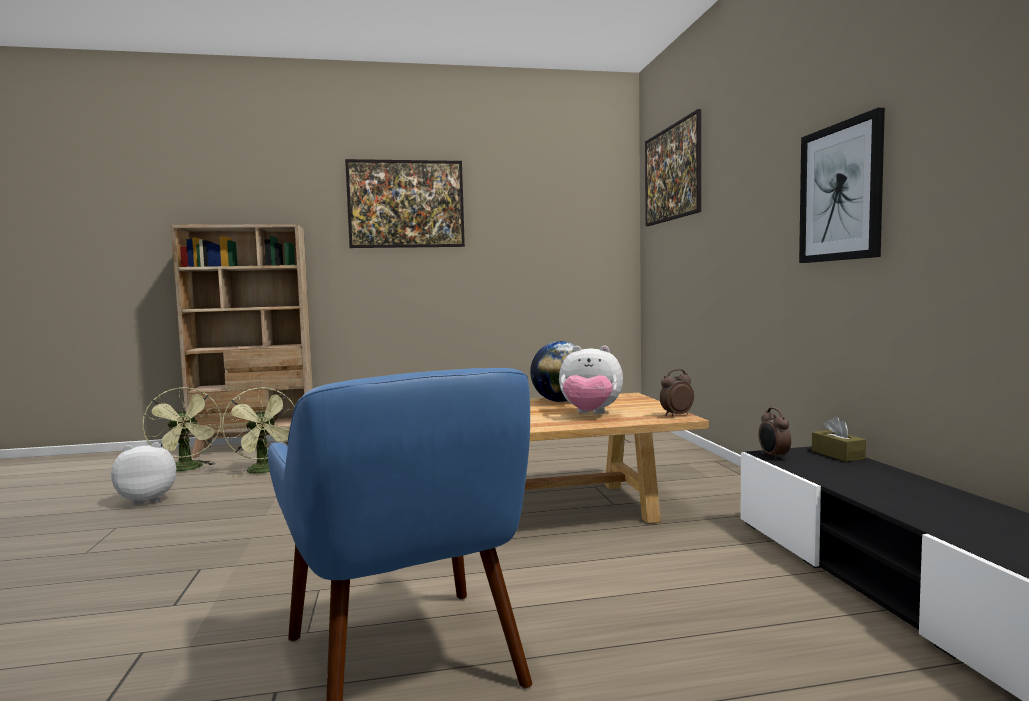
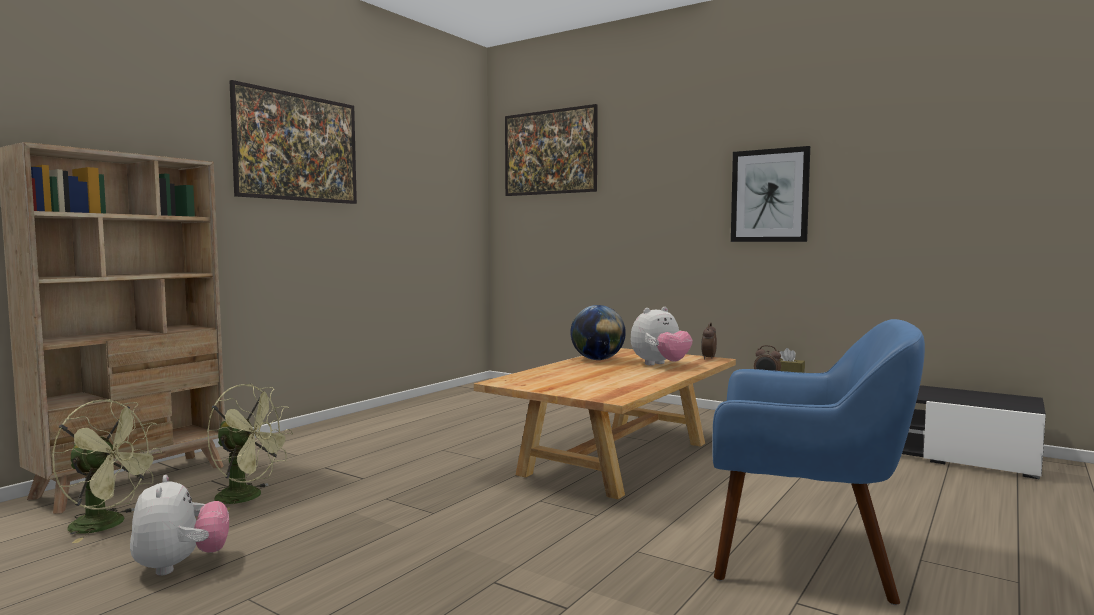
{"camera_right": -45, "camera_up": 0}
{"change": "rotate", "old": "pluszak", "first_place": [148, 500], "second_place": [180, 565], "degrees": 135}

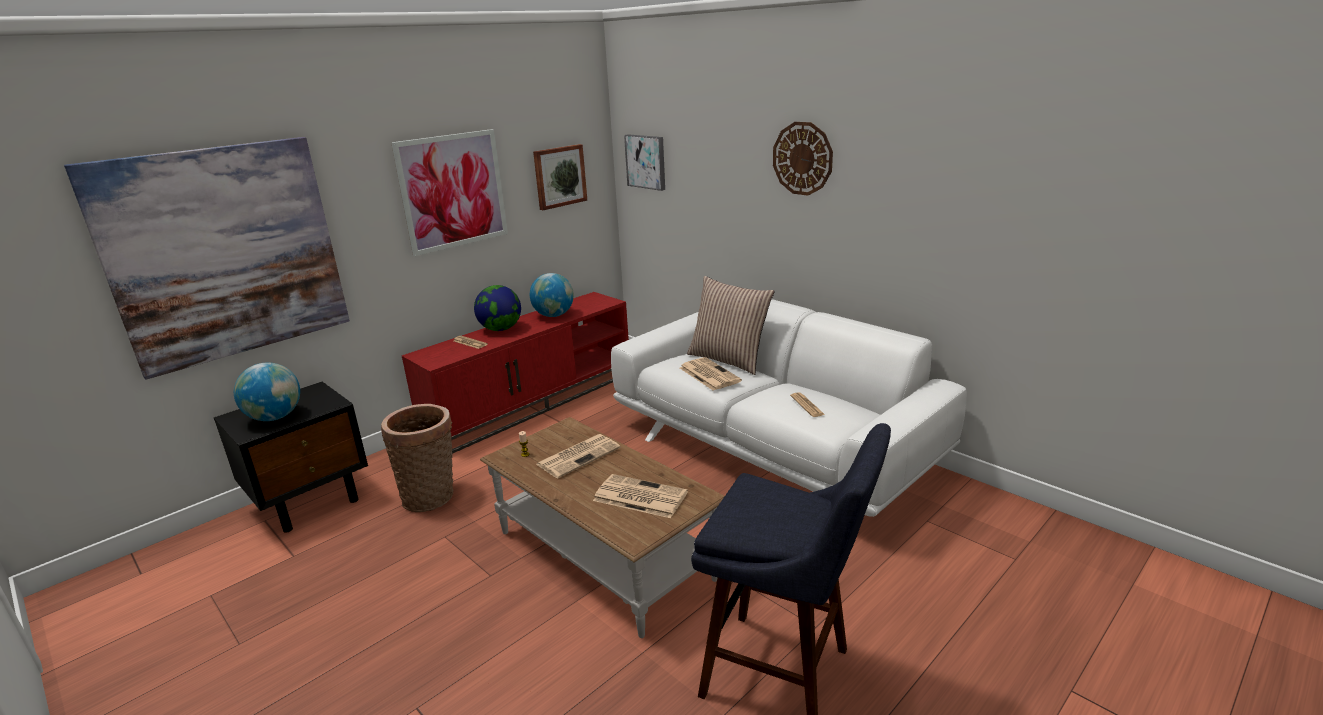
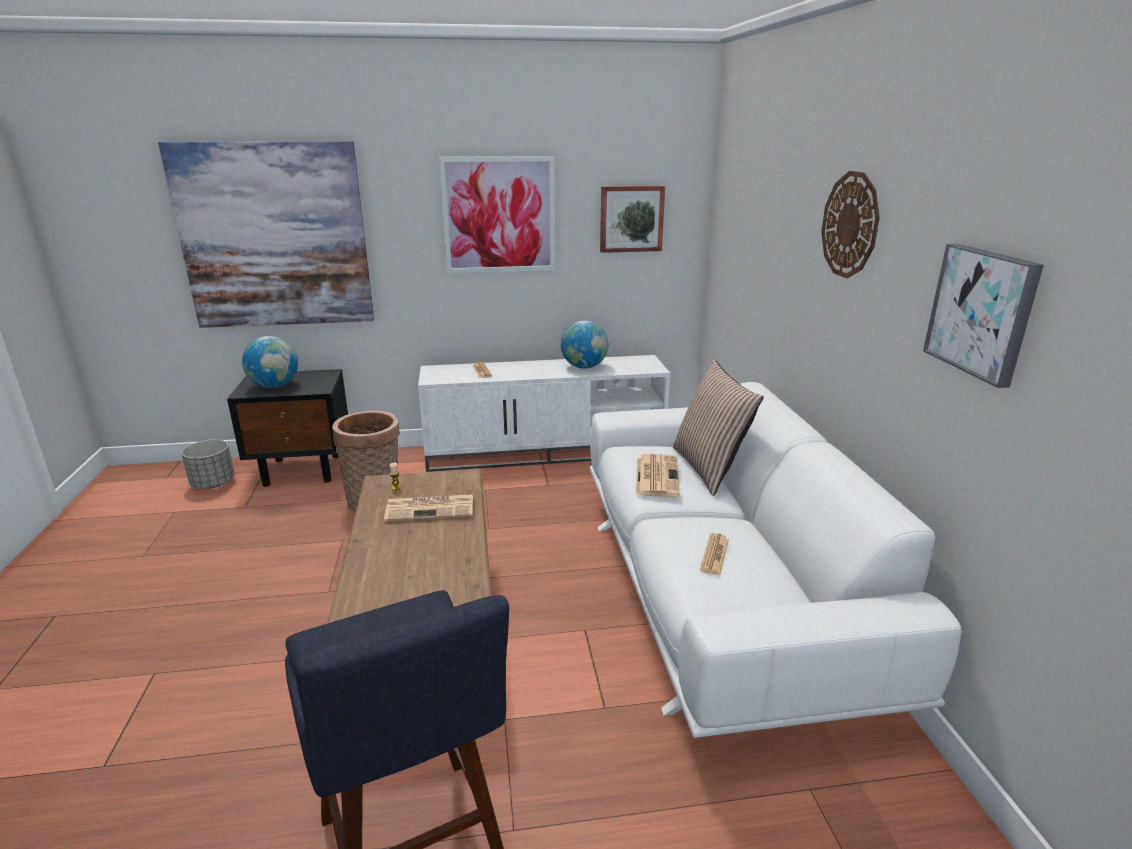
{"camera_right": 35, "camera_up": 0}
{"change": "insert", "new": "donica (szary)", "second_place": [213, 484]}
{"change": "recolor", "old": "szafka pod telewizor (czerwony)", "new": "szafka pod telewizor (biały)", "first_place": [532, 402], "second_place": [546, 451]}
{"change": "move", "old": "obraz", "first_place": [646, 161], "second_place": [982, 312]}
{"change": "delete", "old": "globus", "first_place": [500, 329]}
{"change": "delete", "old": "gazeta", "first_place": [638, 497]}

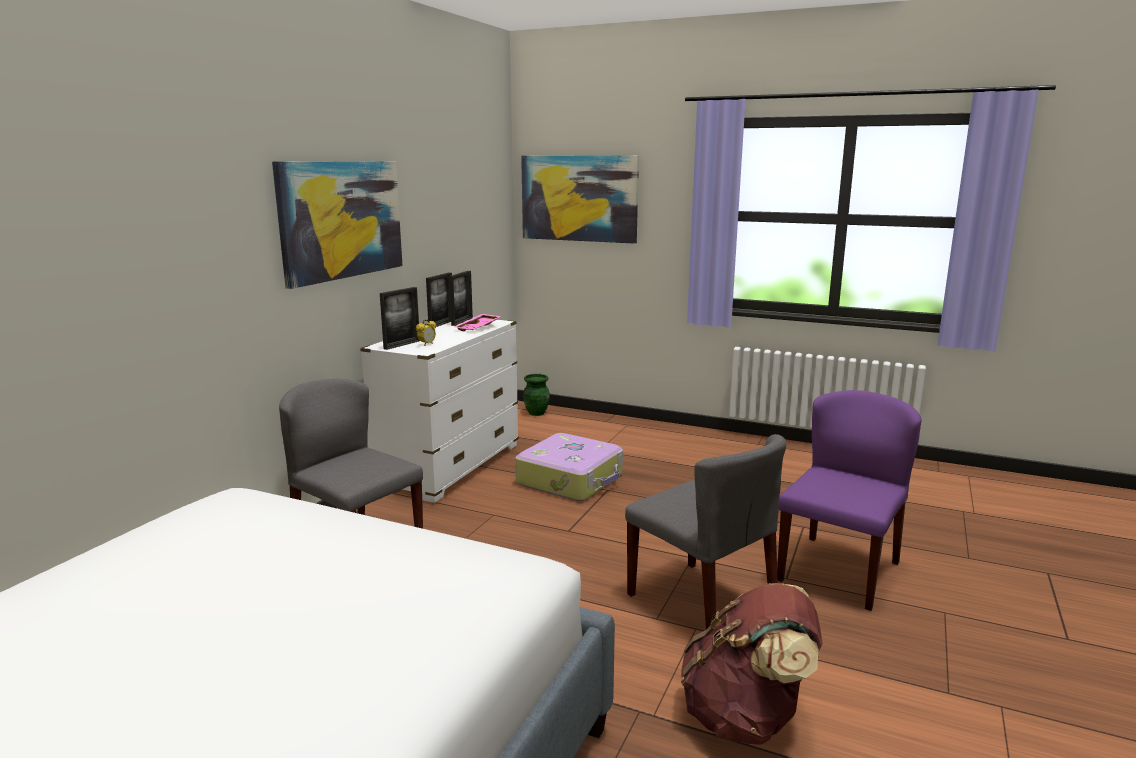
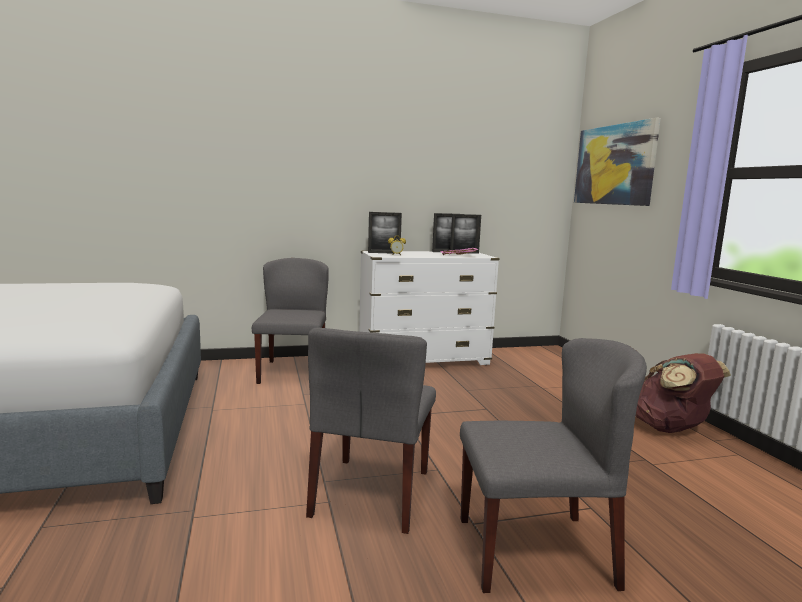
{"camera_right": 50, "camera_up": -5}
{"change": "recolor", "old": "krzesło (fioletowy)", "new": "krzesło (szary)", "first_place": [838, 570], "second_place": [536, 551]}
{"change": "move", "old": "plecak (brązowy)", "first_place": [746, 717], "second_place": [670, 429]}
{"change": "delete", "old": "obraz", "first_place": [342, 219]}
{"change": "delete", "old": "walizka", "first_place": [571, 479]}
{"change": "delete", "old": "wazon (zielony)", "first_place": [536, 413]}

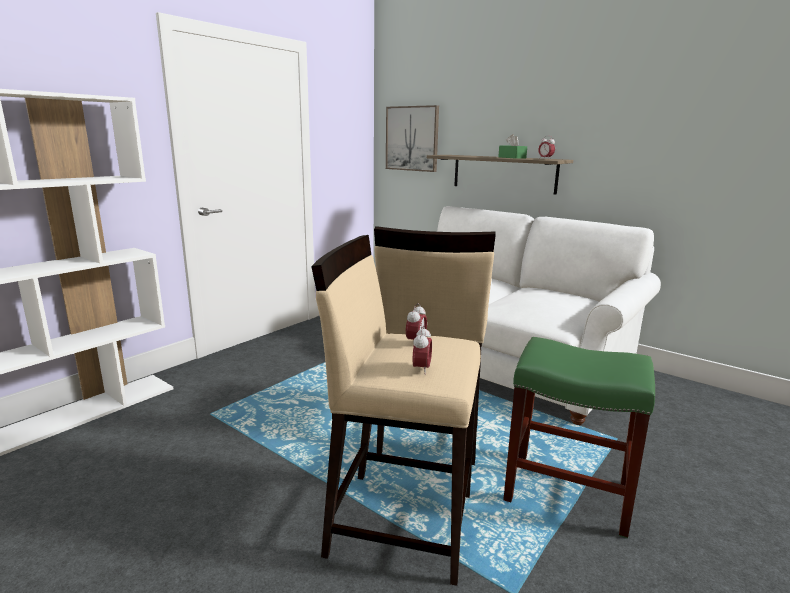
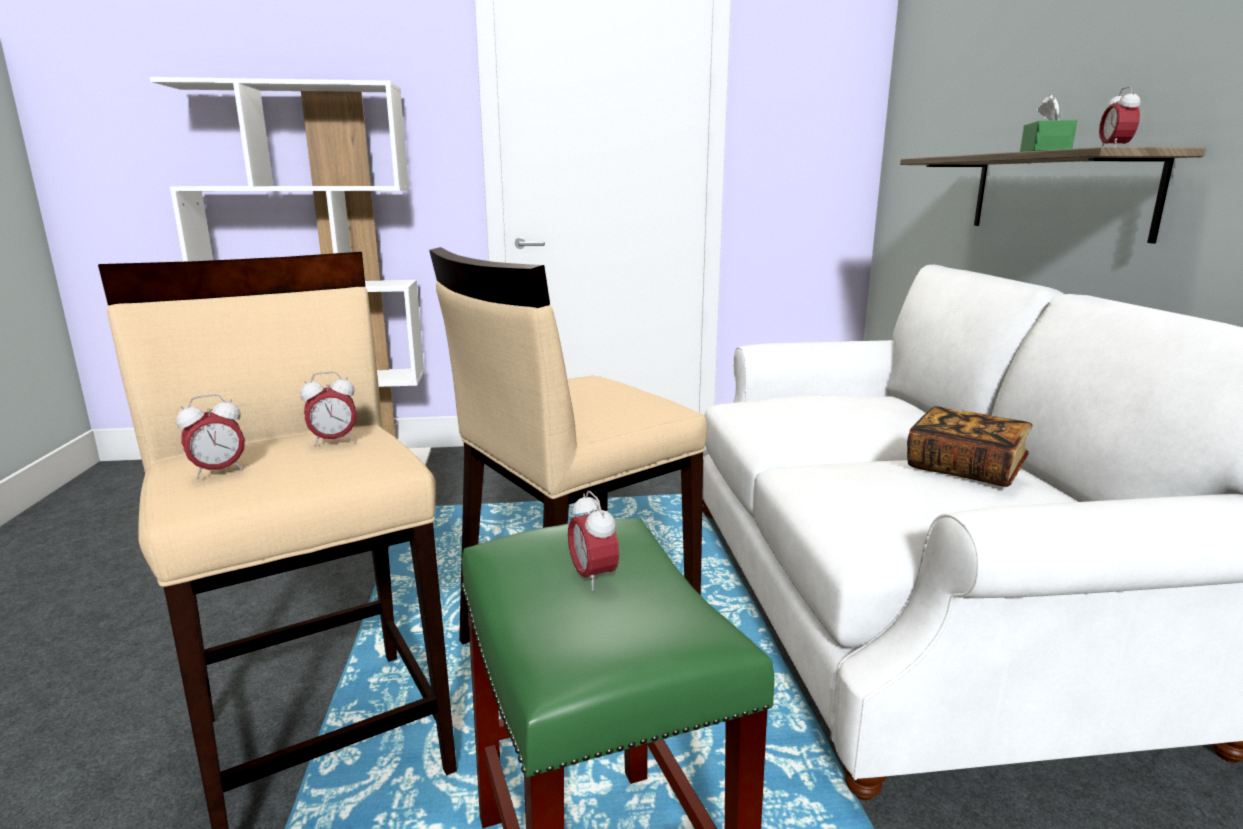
{"camera_right": 45, "camera_up": 0}
{"change": "insert", "new": "budzik", "second_place": [593, 577]}
{"change": "insert", "new": "książka", "second_place": [965, 468]}
{"change": "delete", "old": "obraz", "first_place": [412, 138]}

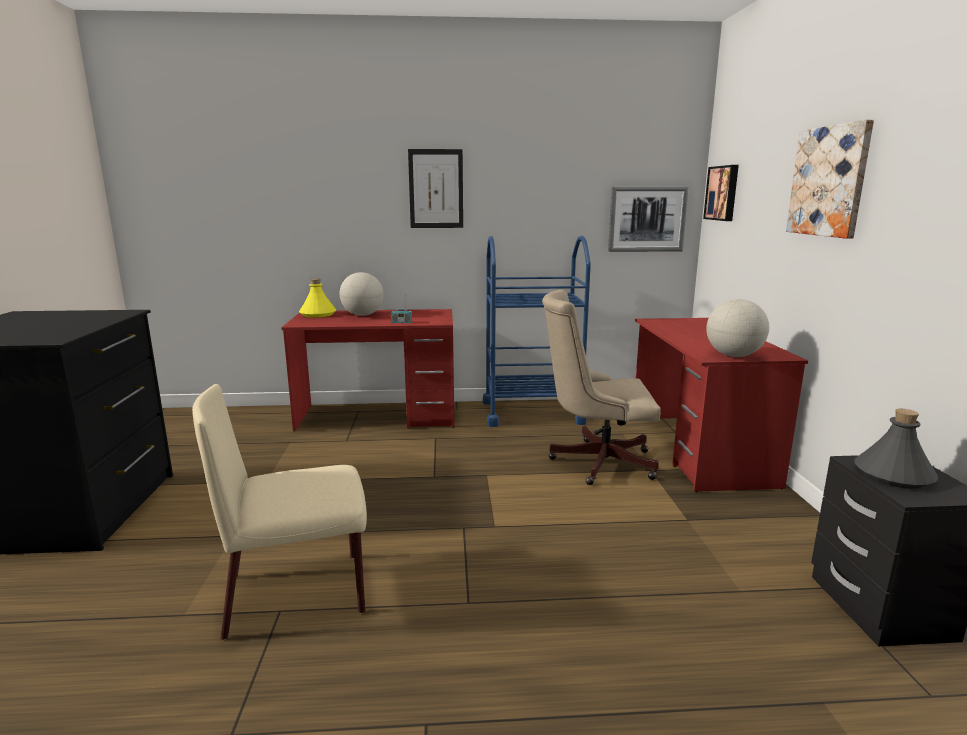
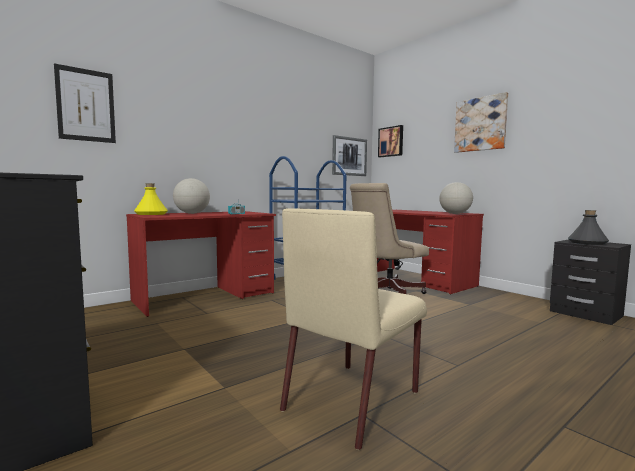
{"camera_right": -35, "camera_up": -10}
{"change": "move", "old": "obraz", "first_place": [436, 189], "second_place": [86, 105]}

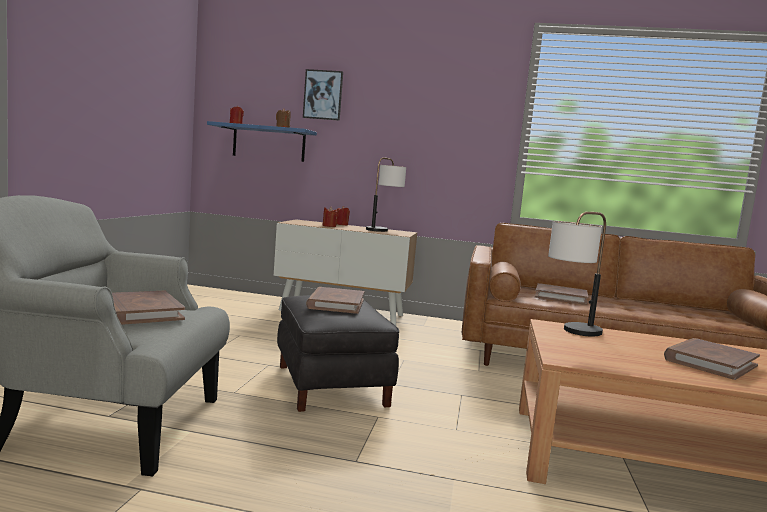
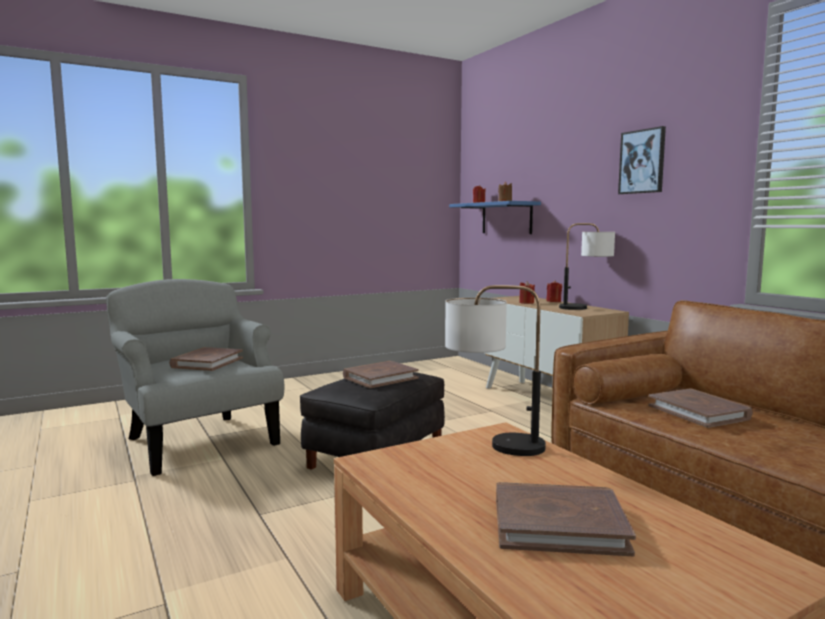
{"camera_right": 50, "camera_up": 0}
{"change": "move", "old": "obraz", "first_place": [323, 95], "second_place": [642, 161]}

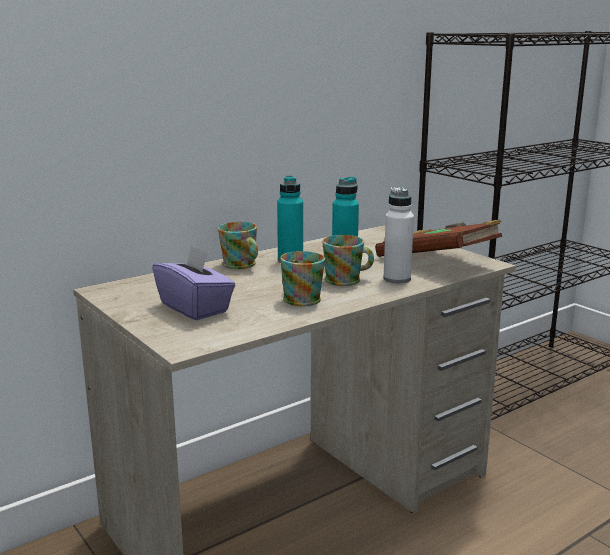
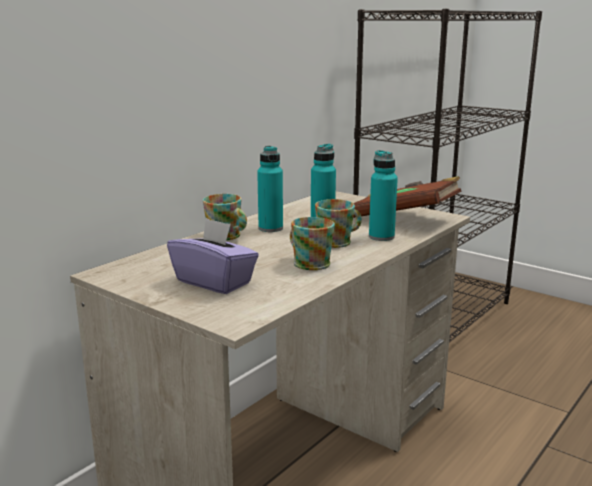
{"camera_right": -15, "camera_up": 0}
{"change": "recolor", "old": "butelka (biały)", "new": "butelka (turkusowy)", "first_place": [397, 279], "second_place": [381, 237]}

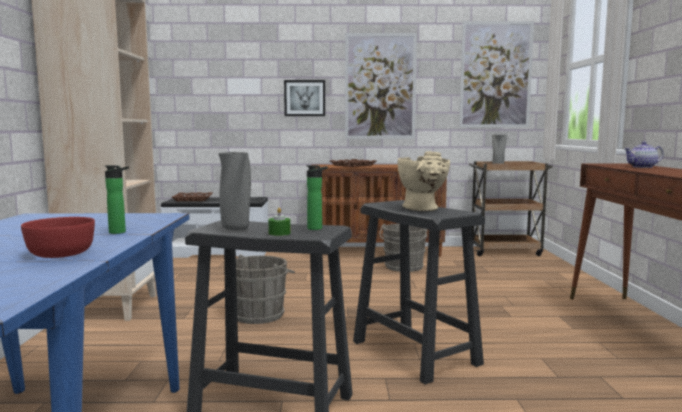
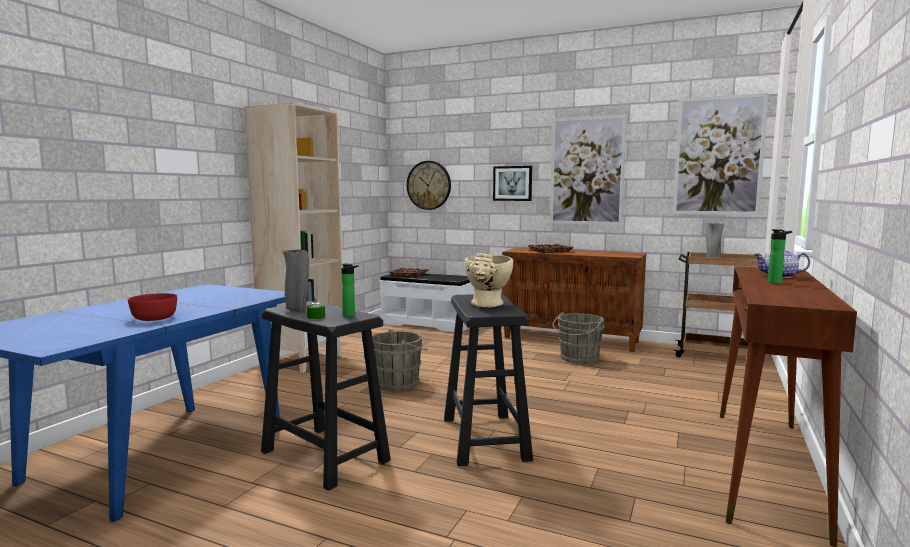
{"camera_right": 25, "camera_up": 0}
{"change": "insert", "new": "zegar ścienny", "second_place": [429, 185]}
{"change": "move", "old": "butelka", "first_place": [120, 232], "second_place": [777, 283]}

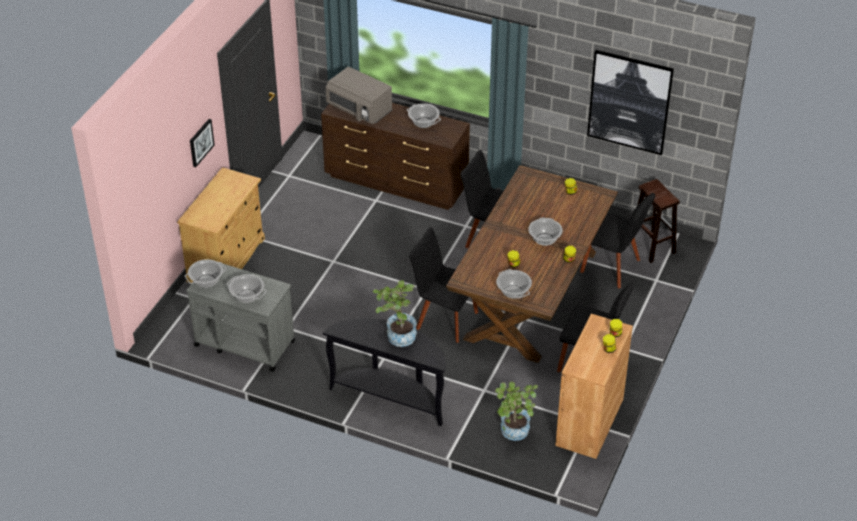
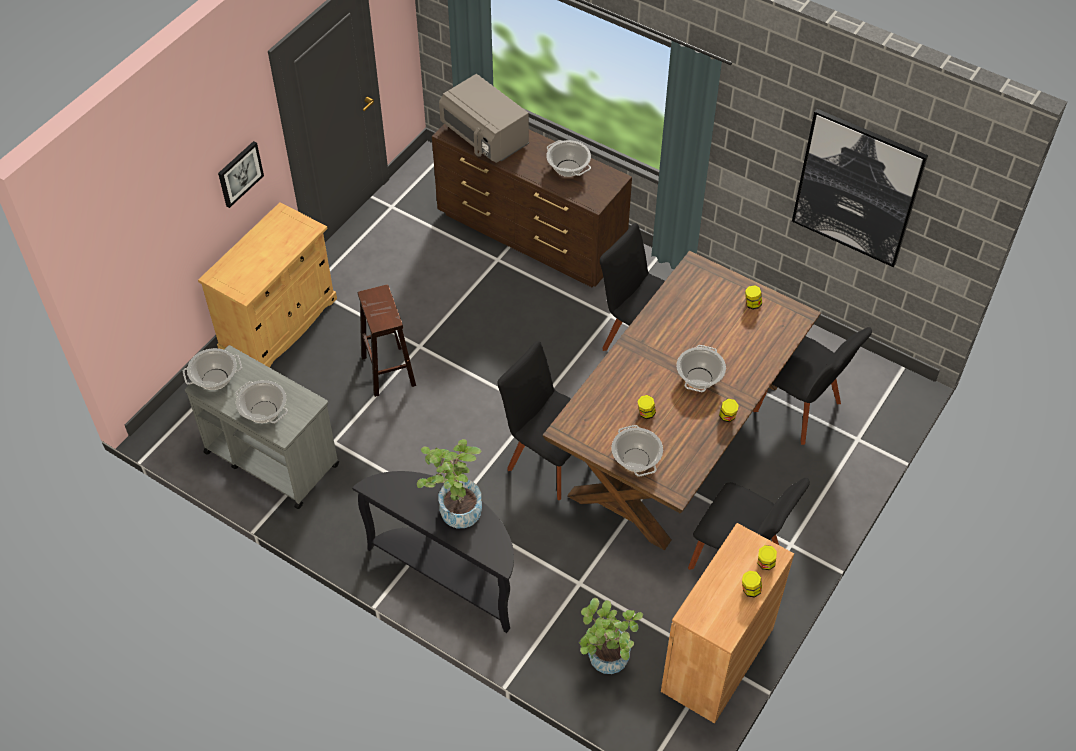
{"camera_right": 10, "camera_up": 10}
{"change": "move", "old": "stołek (brązowy)", "first_place": [651, 246], "second_place": [387, 370]}

